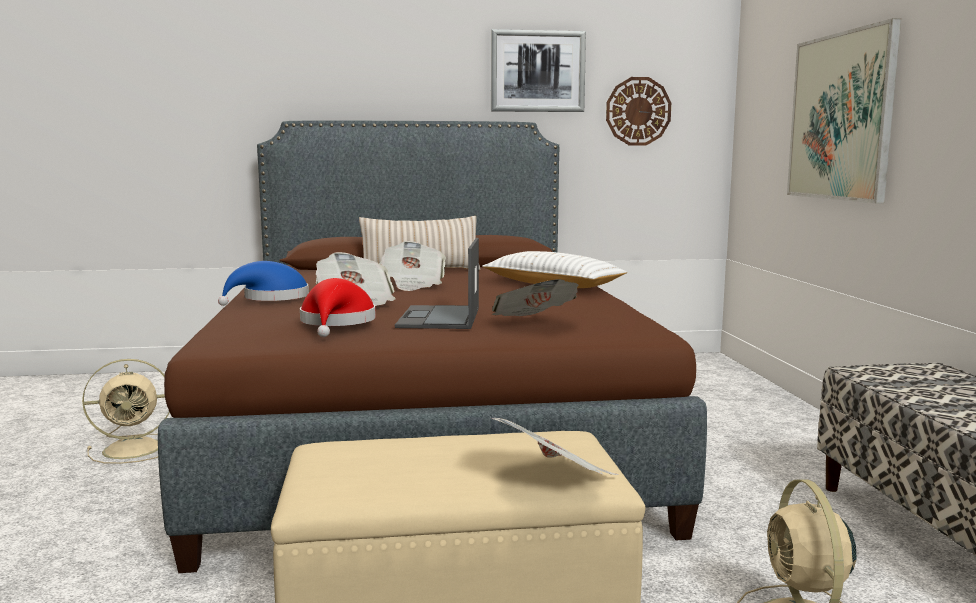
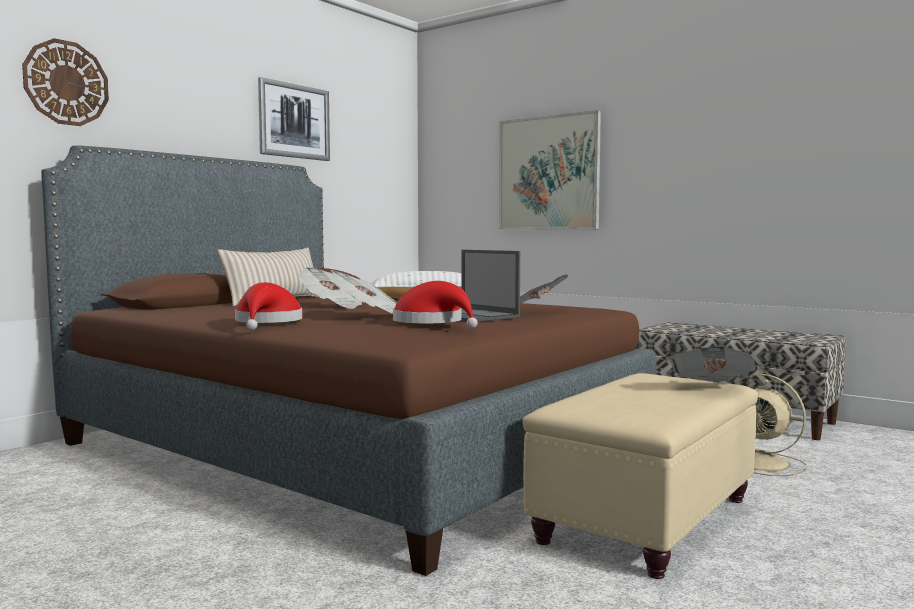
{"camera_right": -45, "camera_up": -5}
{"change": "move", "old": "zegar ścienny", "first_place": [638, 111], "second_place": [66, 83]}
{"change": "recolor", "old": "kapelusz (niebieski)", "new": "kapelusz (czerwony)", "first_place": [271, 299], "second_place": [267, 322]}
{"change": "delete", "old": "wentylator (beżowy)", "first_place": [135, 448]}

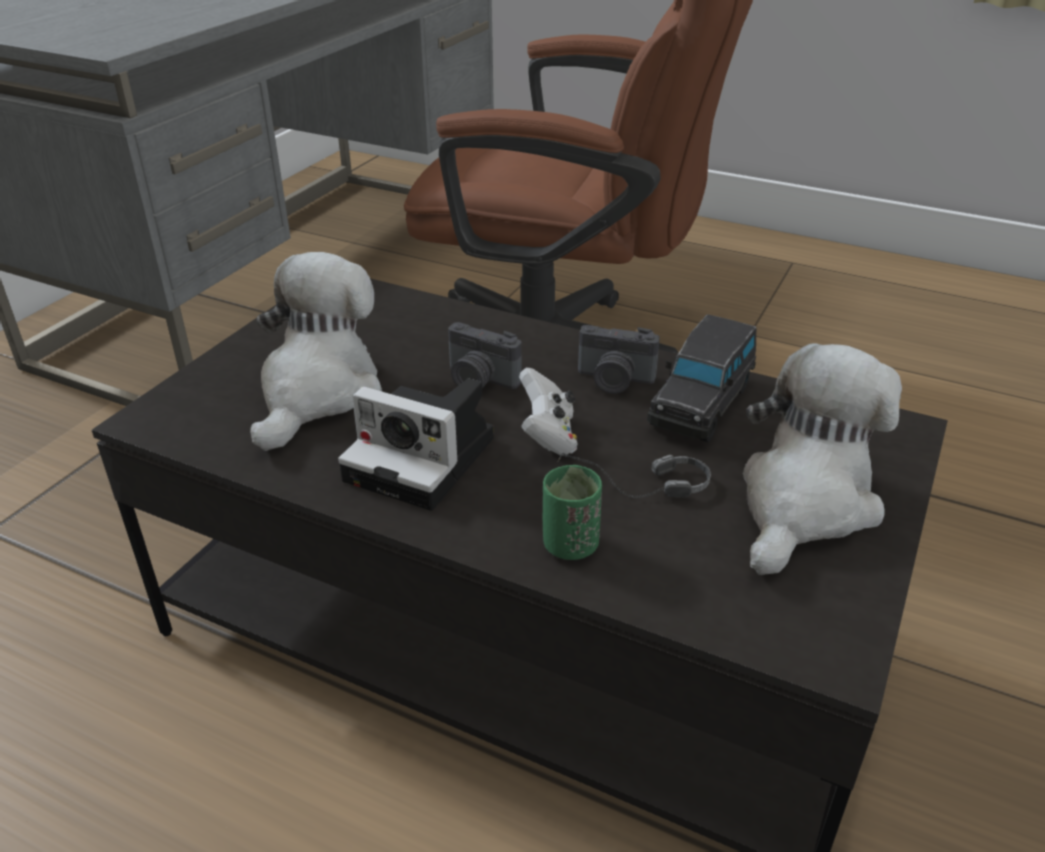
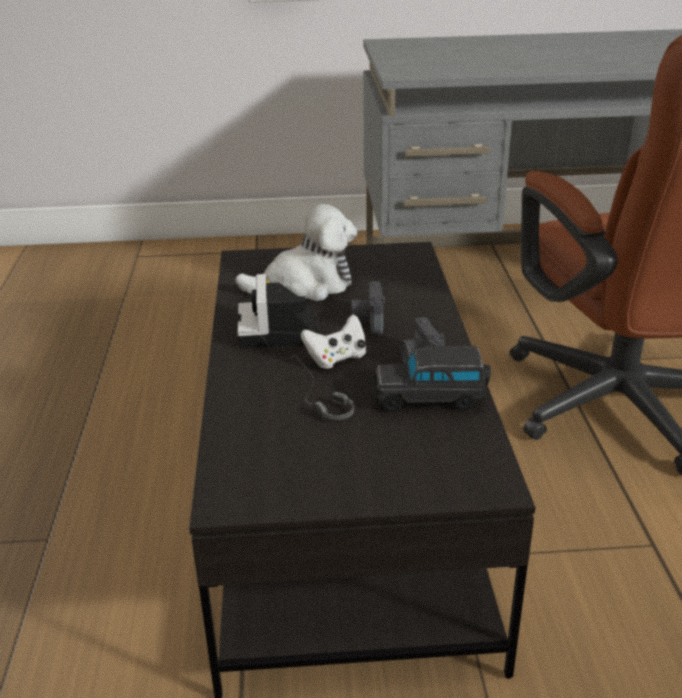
{"camera_right": 60, "camera_up": -5}
{"change": "delete", "old": "filiżanka (zielony)", "first_place": [570, 545]}
{"change": "delete", "old": "pluszak", "first_place": [803, 503]}

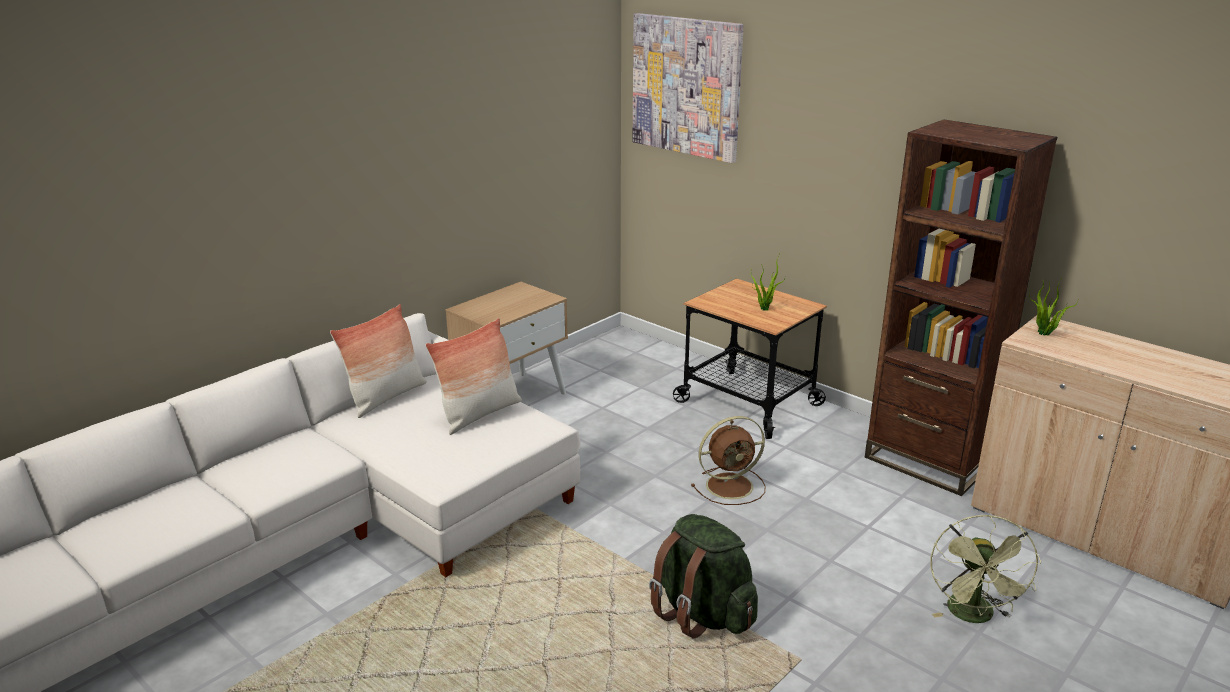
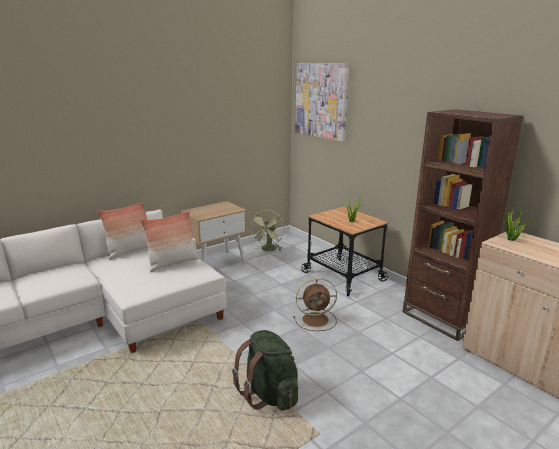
{"camera_right": 10, "camera_up": -5}
{"change": "move", "old": "wentylator (zielony)", "first_place": [974, 616], "second_place": [268, 250]}

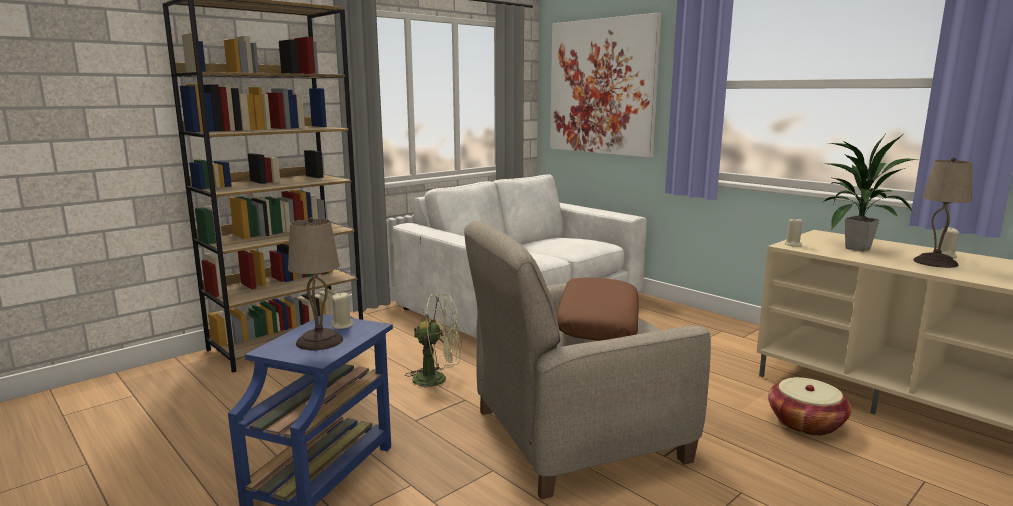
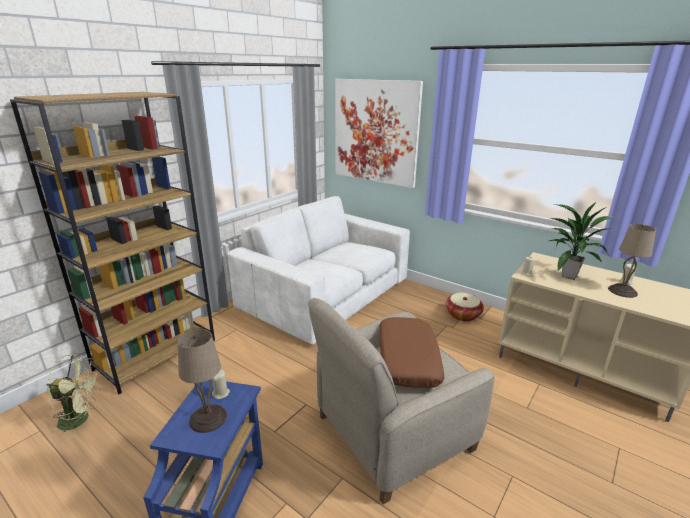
{"camera_right": -10, "camera_up": 10}
{"change": "move", "old": "wentylator (zielony)", "first_place": [437, 379], "second_place": [81, 419]}
{"change": "move", "old": "koszyk", "first_place": [806, 423], "second_place": [463, 315]}

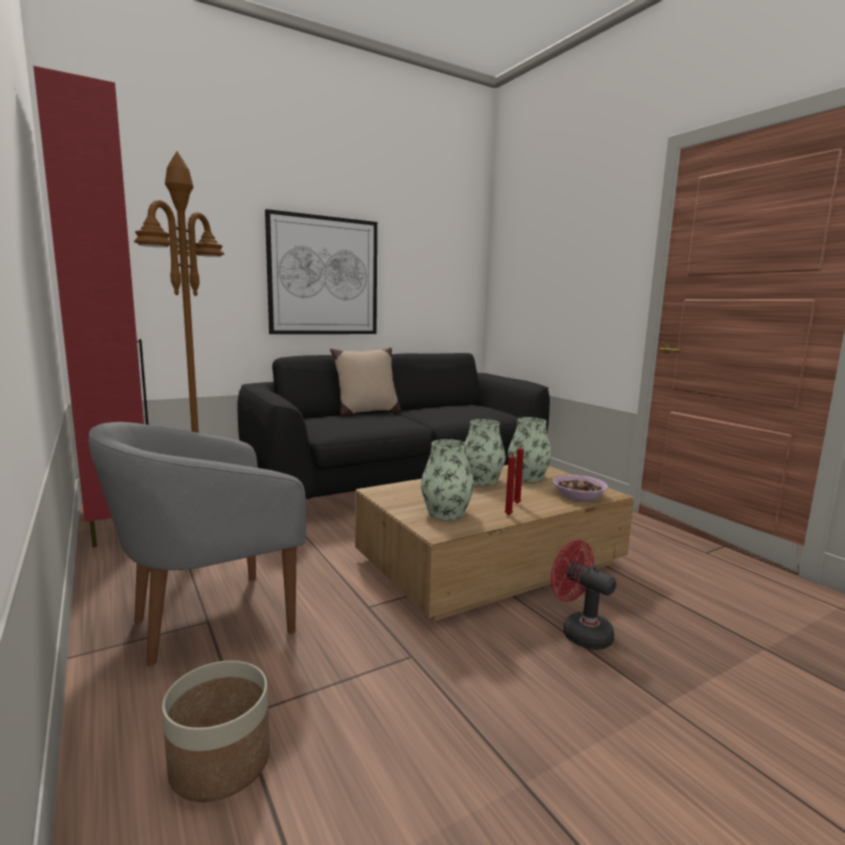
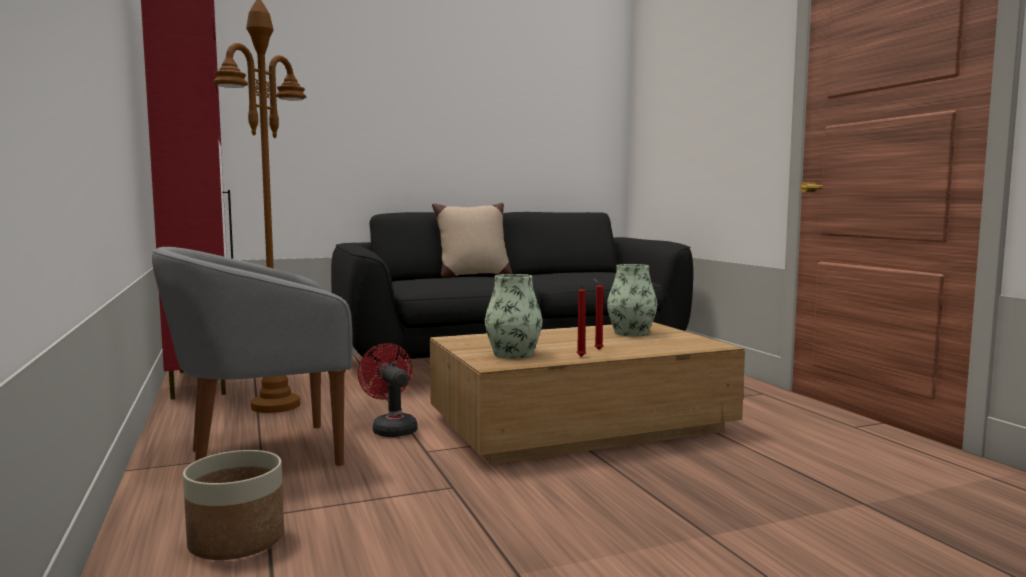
{"camera_right": 10, "camera_up": -5}
{"change": "move", "old": "wentylator (czerwony)", "first_place": [579, 632], "second_place": [391, 428]}
{"change": "delete", "old": "obraz", "first_place": [323, 276]}
{"change": "delete", "old": "wazon", "first_place": [481, 481]}
{"change": "delete", "old": "miska", "first_place": [579, 495]}

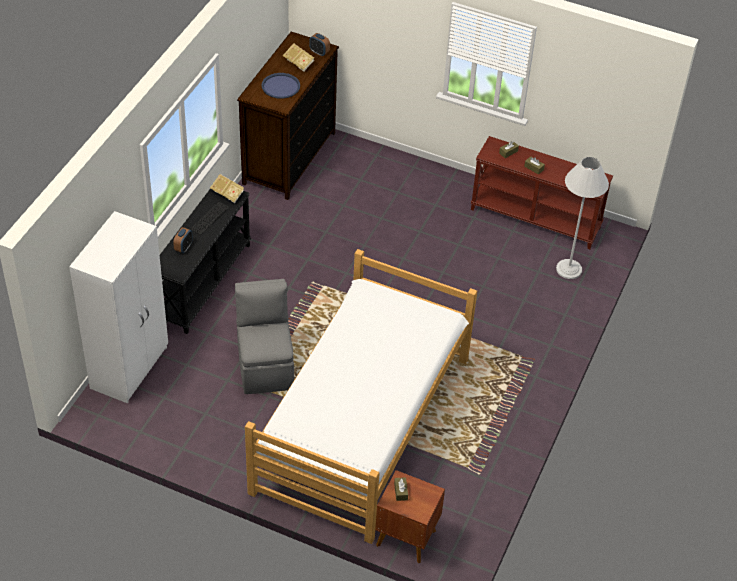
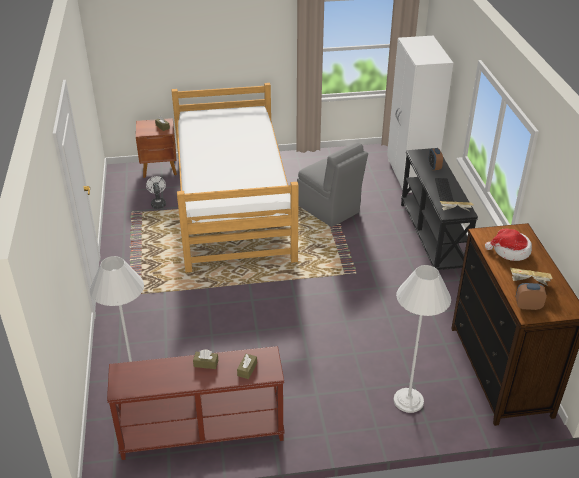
{"camera_right": 150, "camera_up": -10}
{"change": "insert", "new": "wentylator (biały)", "second_place": [158, 203]}
{"change": "insert", "new": "lampa stojąca (biały)", "second_place": [408, 400]}
{"change": "replace", "old": "taca (niebieski)", "new": "kapelusz", "first_place": [280, 86], "second_place": [510, 251]}

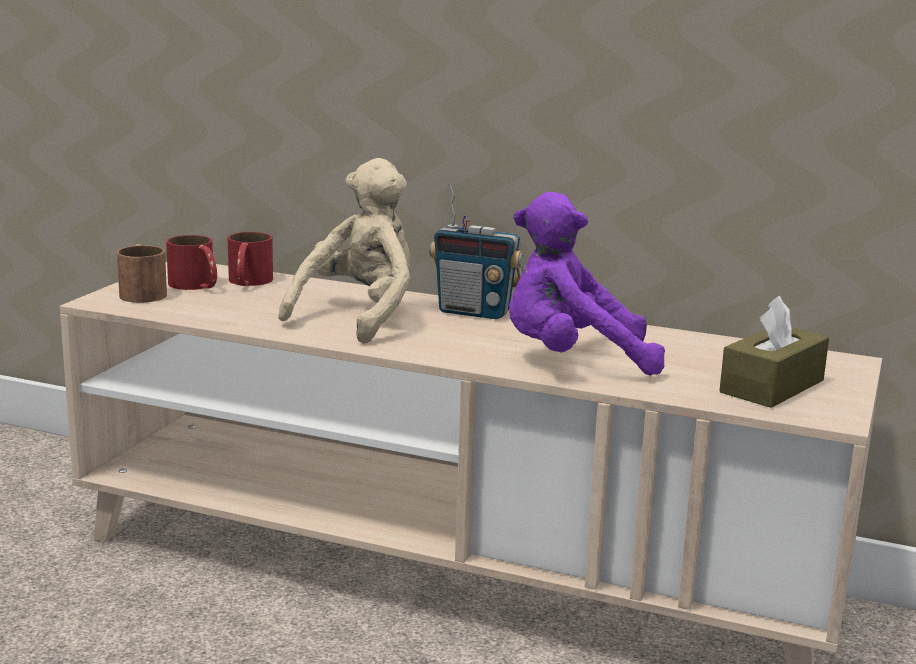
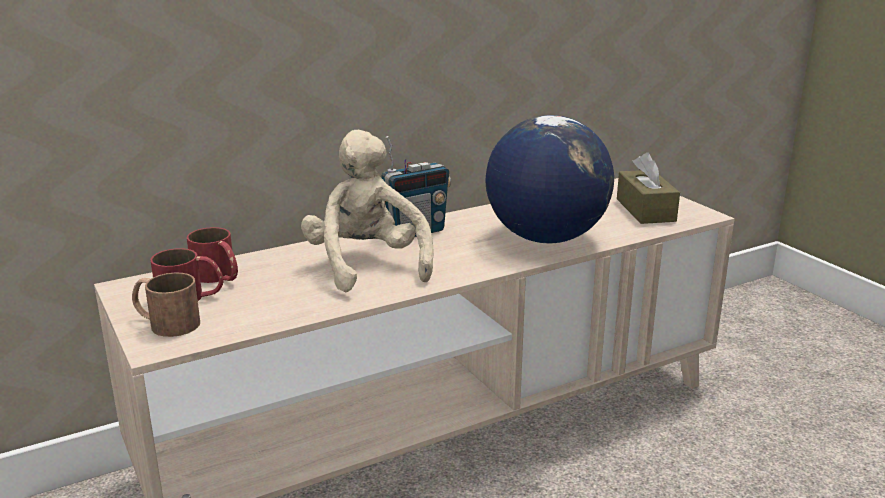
{"camera_right": -50, "camera_up": 5}
{"change": "replace", "old": "pluszak (fioletowy)", "new": "globus", "first_place": [573, 361], "second_place": [545, 238]}

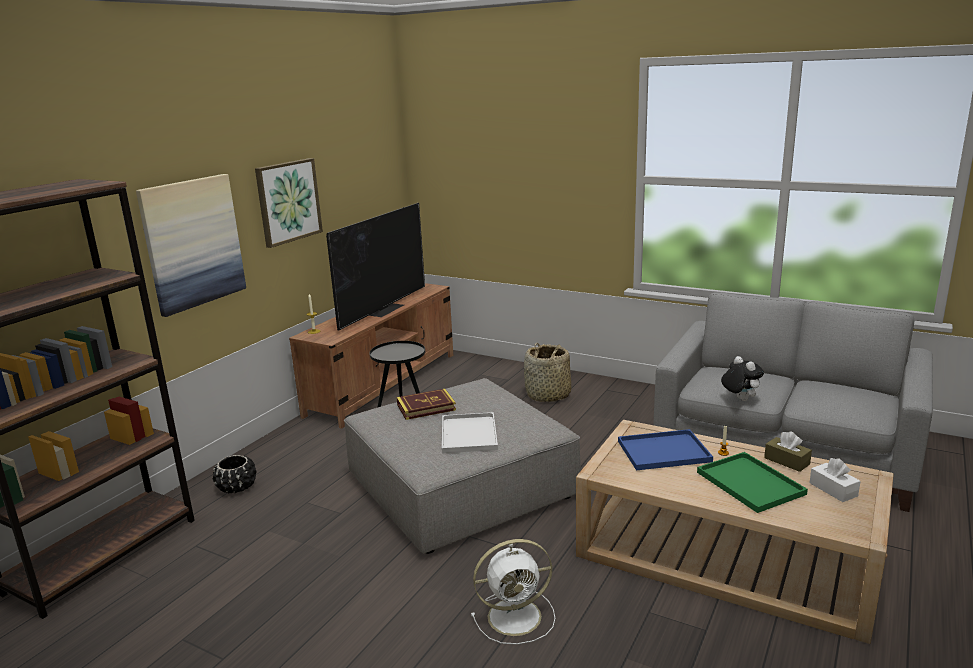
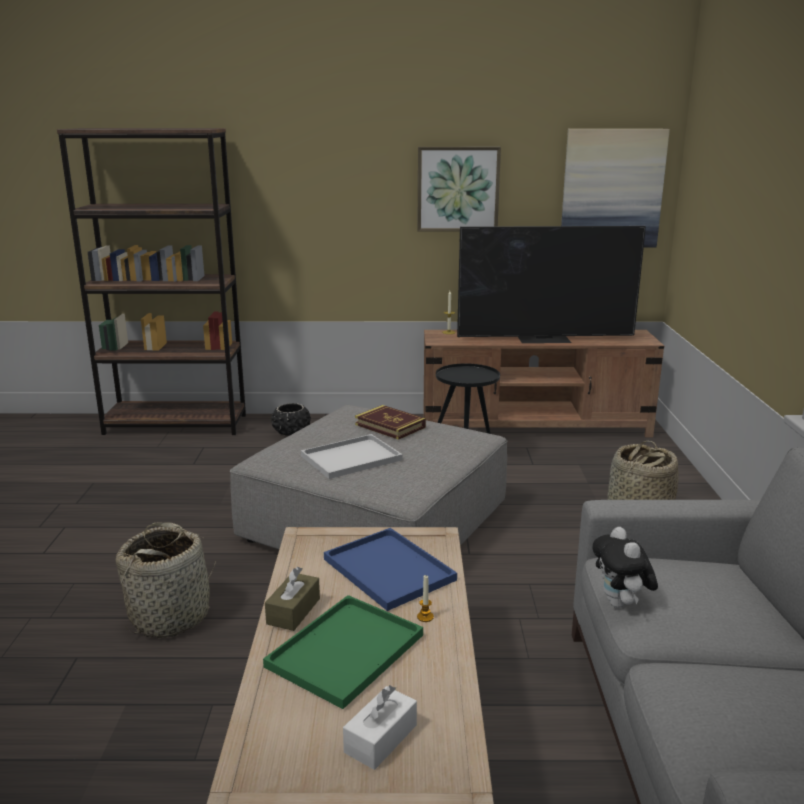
{"camera_right": 60, "camera_up": 0}
{"change": "replace", "old": "wentylator (biały)", "new": "koszyk", "first_place": [517, 616], "second_place": [171, 616]}
{"change": "move", "old": "pudełko chusteczek (brązowy)", "first_place": [786, 461], "second_place": [293, 611]}
{"change": "move", "old": "obraz", "first_place": [193, 243], "second_place": [612, 189]}
{"change": "rotate", "old": "pluszak", "first_place": [739, 399], "second_place": [620, 604], "degrees": 135}

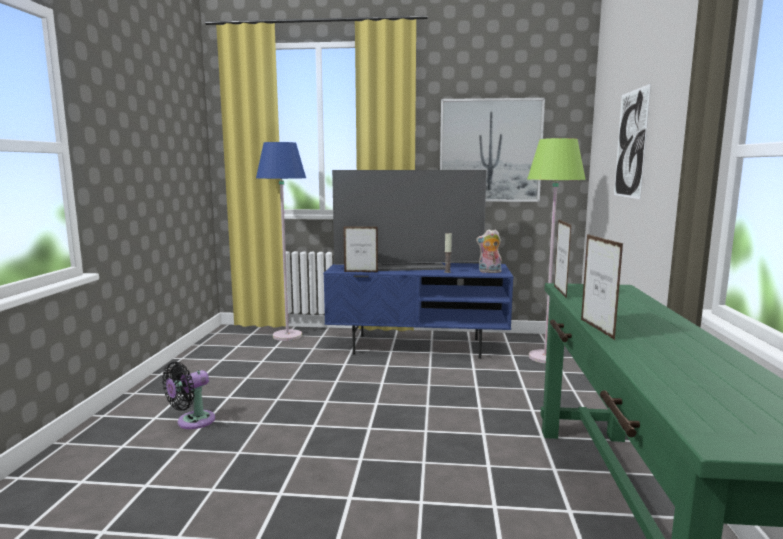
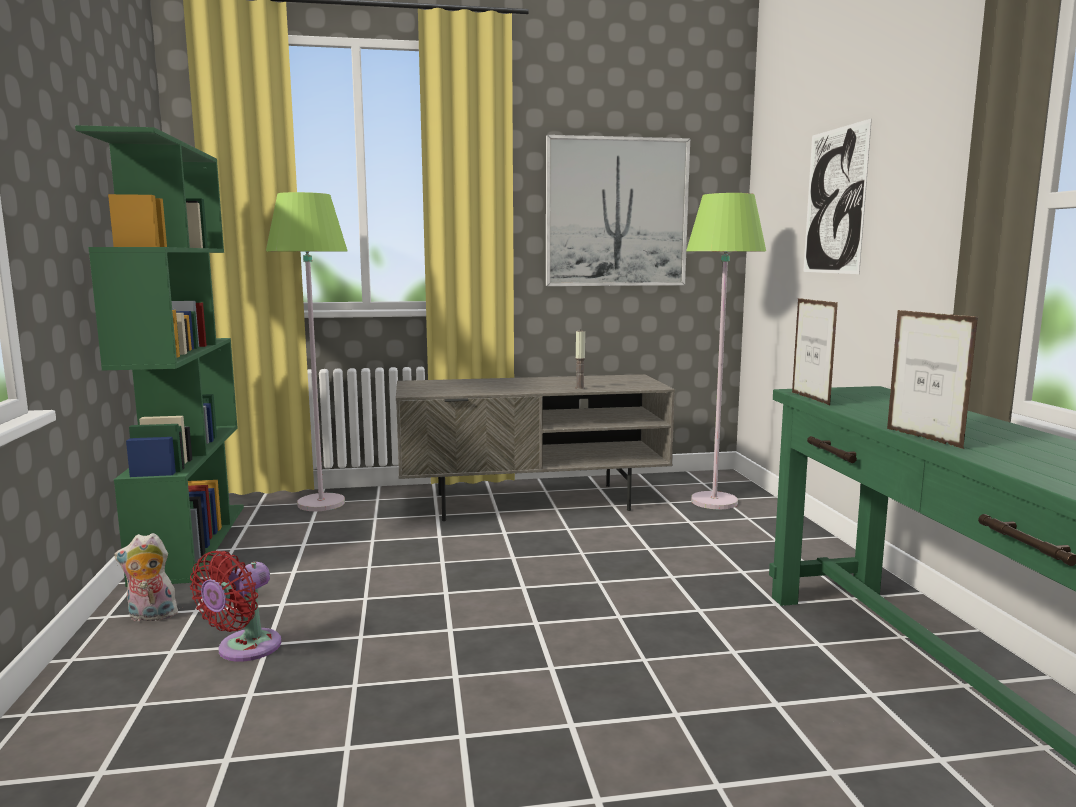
{"camera_right": -15, "camera_up": 0}
{"change": "insert", "new": "regał (zielony)", "second_place": [191, 541]}
{"change": "move", "old": "pluszak", "first_place": [489, 272], "second_place": [150, 617]}
{"change": "recolor", "old": "wentylator (czarny)", "new": "wentylator (czerwony)", "first_place": [192, 422], "second_place": [244, 649]}
{"change": "recolor", "old": "lampa stojąca (niebieski)", "new": "lampa stojąca (zielony)", "first_place": [287, 336], "second_place": [321, 503]}
{"change": "recolor", "old": "szafka pod telewizor (niebieski)", "new": "szafka pod telewizor (szary)", "first_place": [418, 346], "second_place": [532, 501]}
{"change": "delete", "old": "telewizor", "first_place": [408, 266]}
{"change": "delete", "old": "ramka na zdjęcie", "first_place": [361, 272]}

